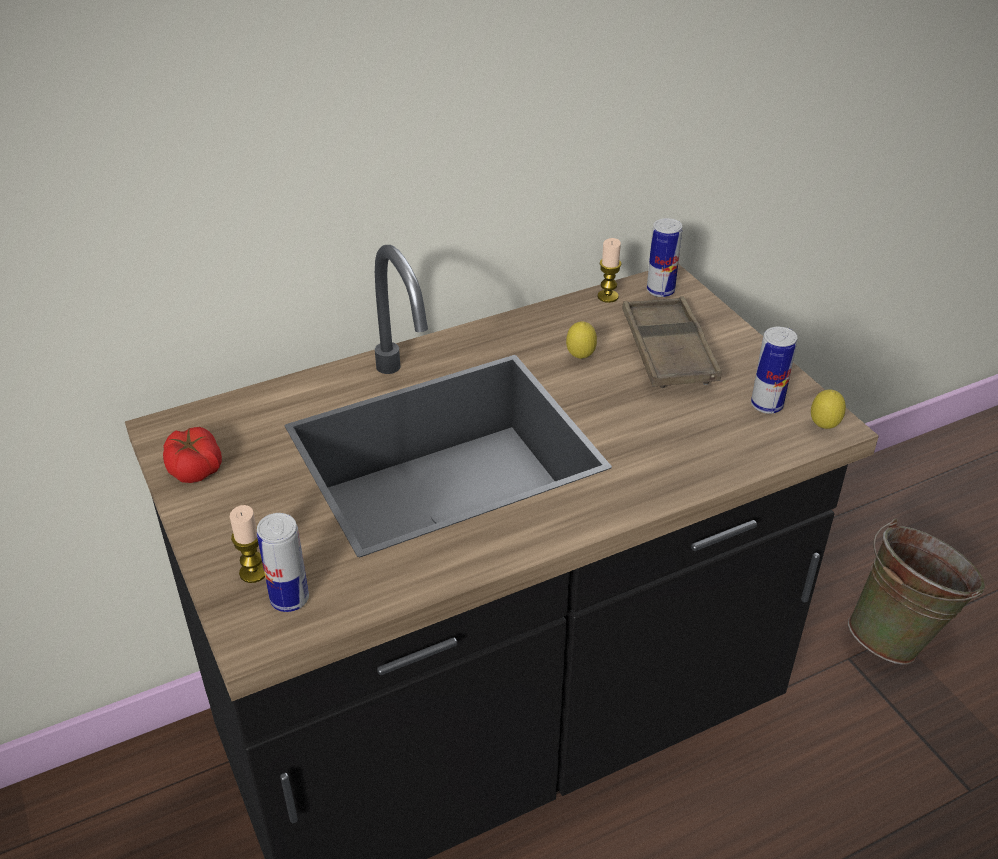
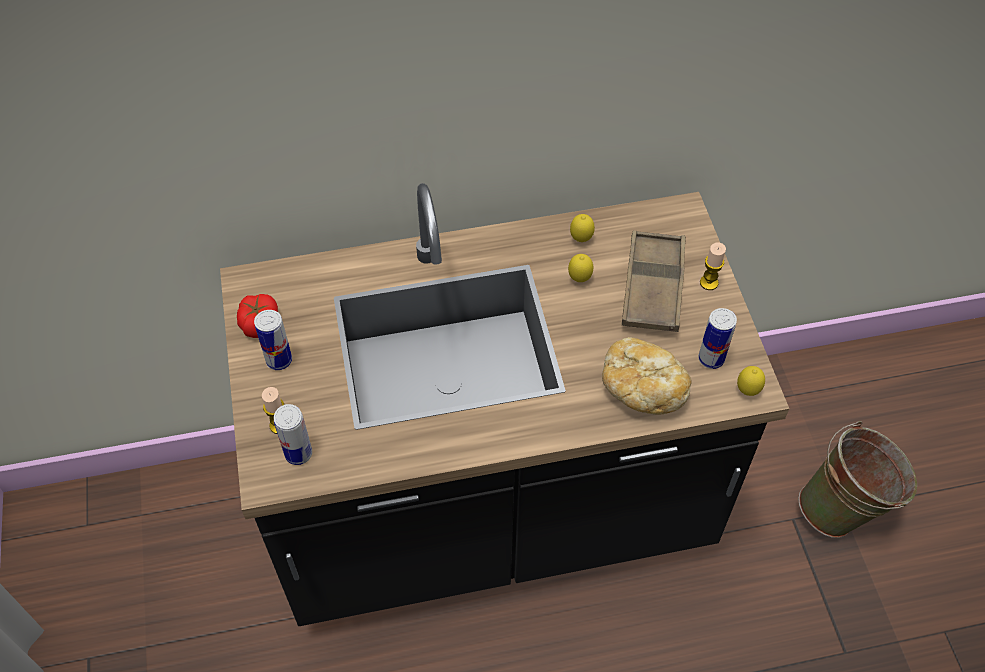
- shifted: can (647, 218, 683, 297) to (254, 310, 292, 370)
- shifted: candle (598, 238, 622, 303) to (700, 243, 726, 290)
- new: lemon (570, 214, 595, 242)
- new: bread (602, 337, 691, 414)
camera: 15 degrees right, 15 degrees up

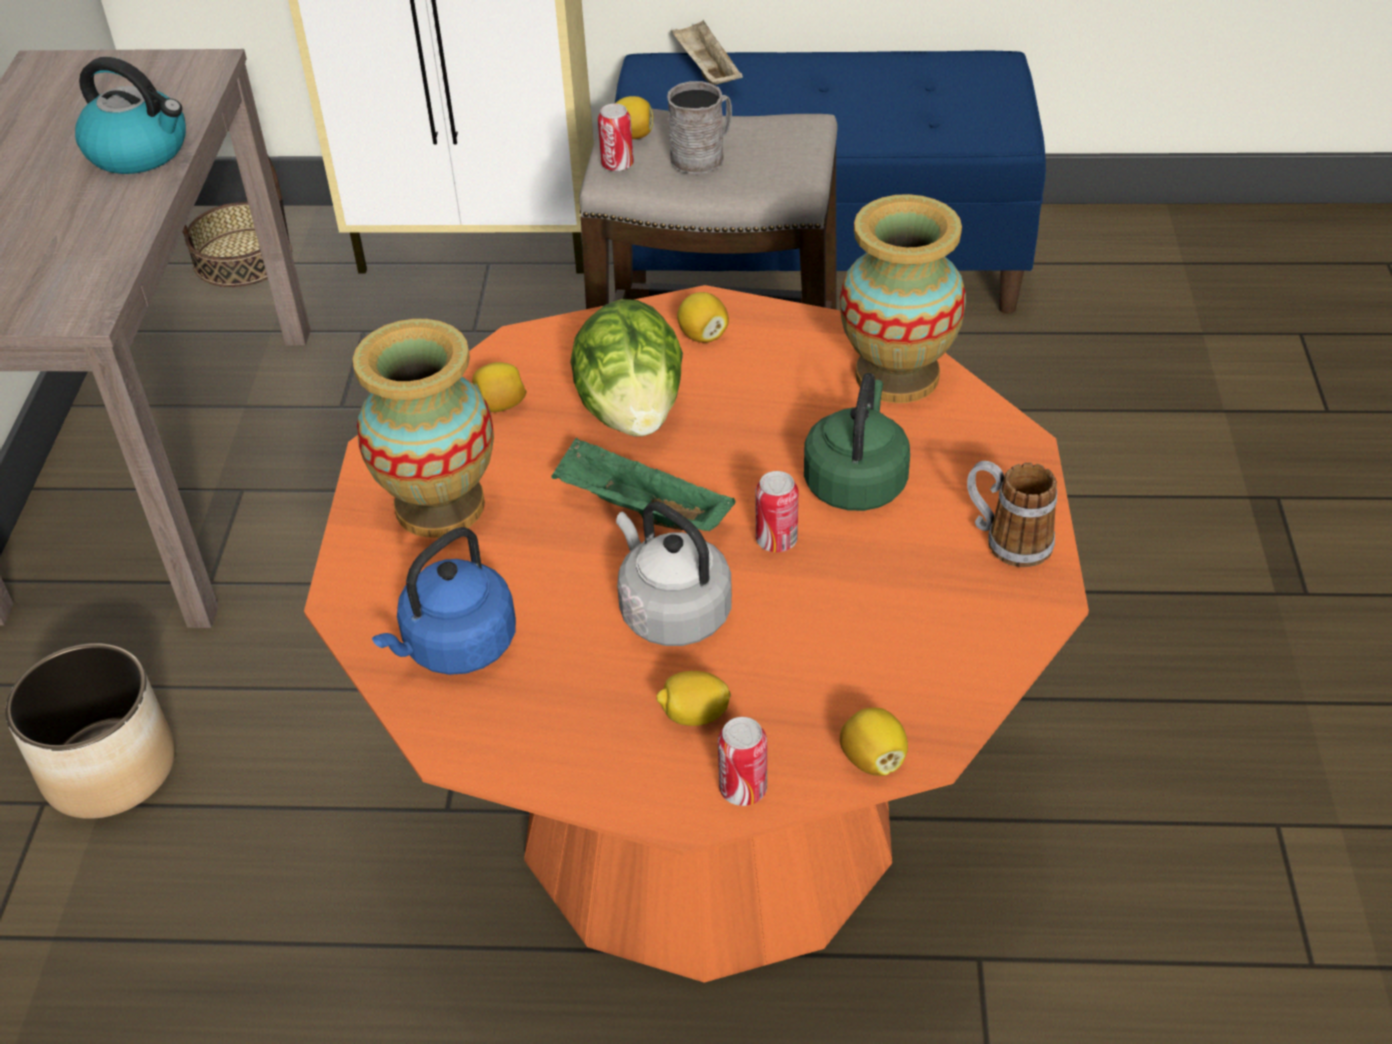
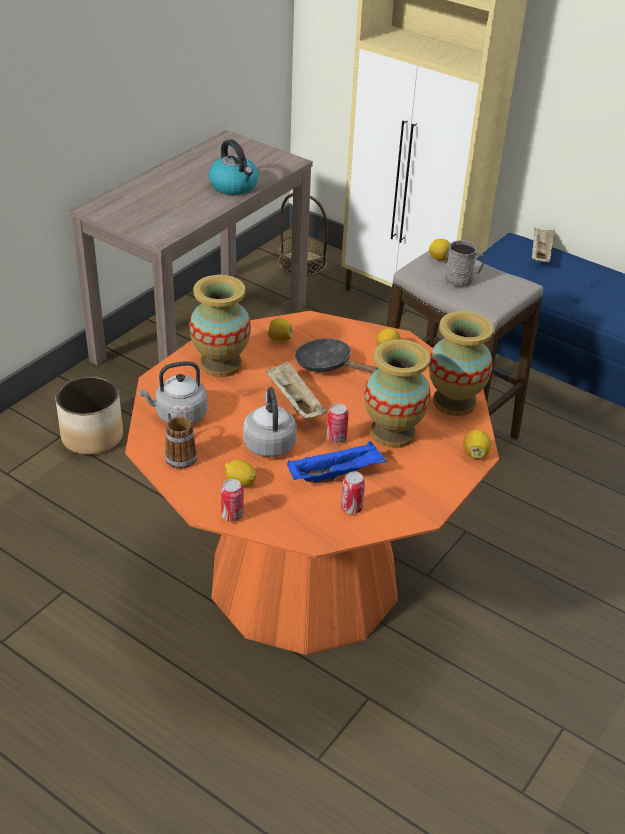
- shifted: can (598, 104, 634, 172) to (341, 471, 365, 514)
- swapped: lettuce (570, 299, 683, 436) to black_frying_pan (295, 339, 379, 373)
- swapped: green_kettle (804, 373, 910, 511) to vase (364, 339, 431, 448)
- repainted: green_tray (552, 437, 736, 531) to beige_tray (265, 361, 327, 418)
- shifted: mug (967, 461, 1057, 567) to (165, 409, 197, 469)
- repainted: blue_kettle (372, 527, 516, 675) to grey_kettle (139, 361, 208, 424)
- shifted: lemon (840, 708, 908, 776) to (463, 430, 491, 459)
- new: blue_tray (287, 441, 387, 483)
camera: 30 degrees right, 5 degrees down

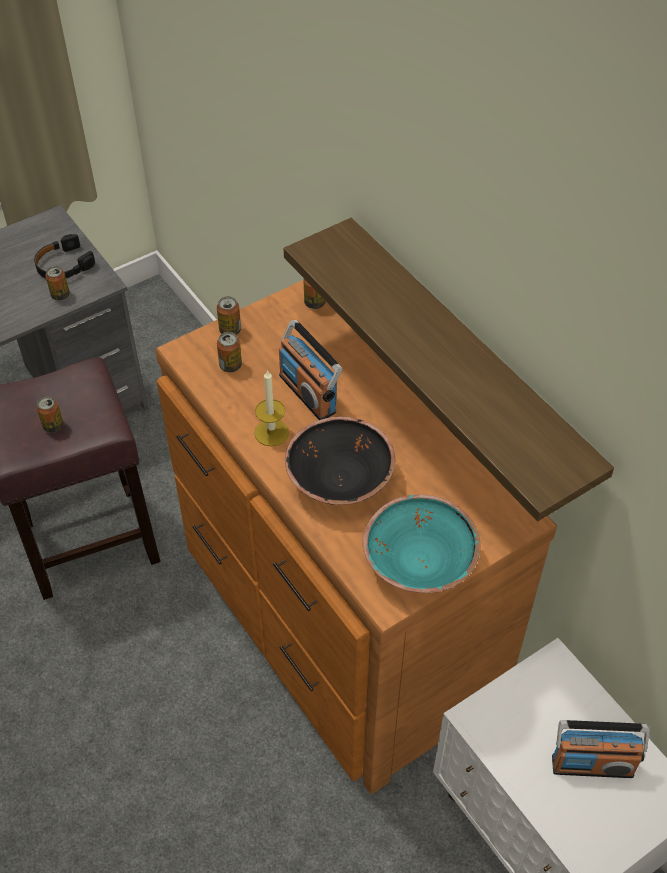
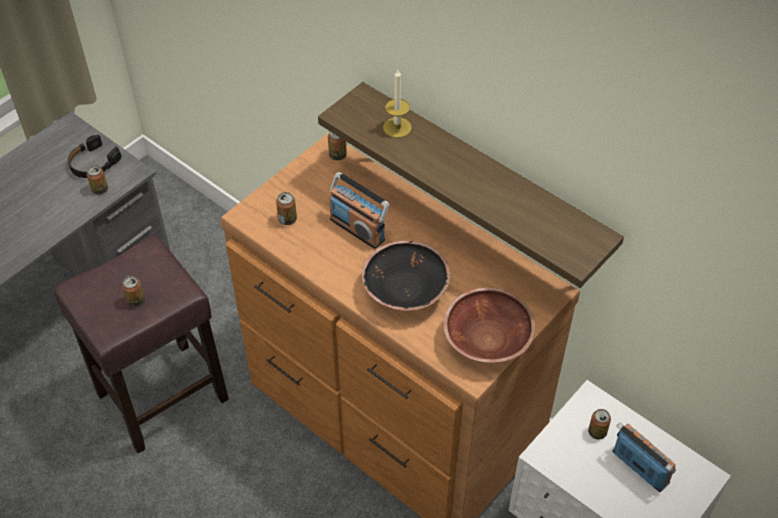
- shifted: can (217, 296, 241, 335) to (588, 409, 611, 440)
- shifted: candle (254, 369, 289, 446) to (383, 70, 412, 138)
- repainted: turquoise_bowl (363, 495, 481, 593) to brown_bowl (443, 288, 535, 363)
- rotated: radio (552, 720, 650, 778) = (612, 422, 676, 492) 120 degrees counterclockwise
camera: 15 degrees left, 0 degrees up

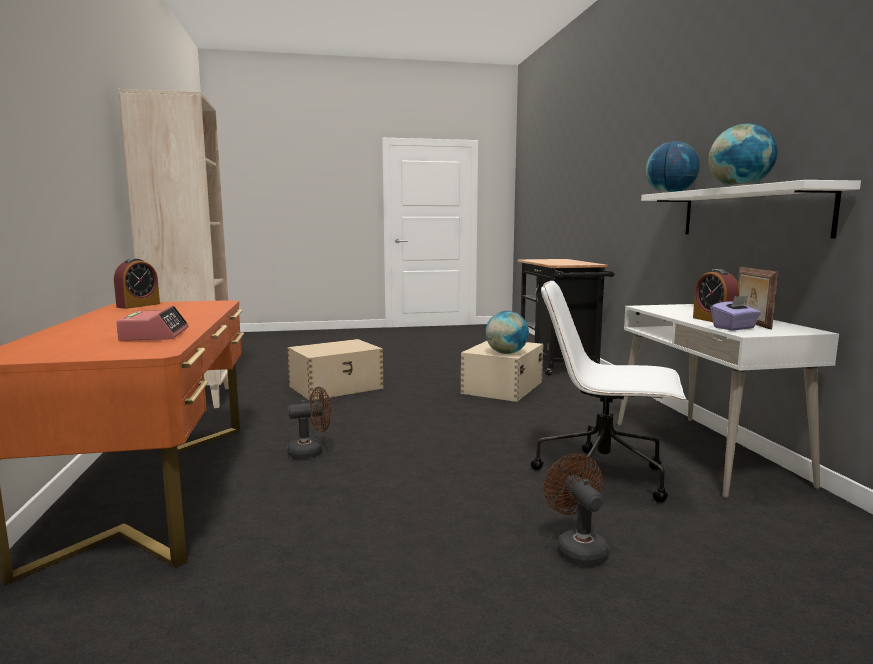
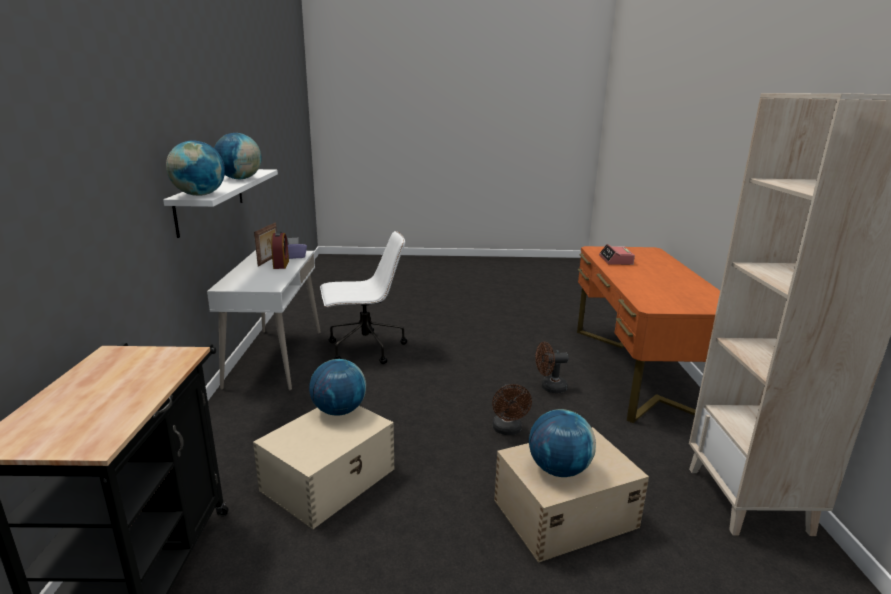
- gone: alarm_clock (114, 258, 160, 309)
- rotated: white_office_chair (531, 281, 686, 502) = (320, 231, 407, 364) 45 degrees counterclockwise
- shifted: brown_fan (544, 454, 609, 566) to (492, 384, 532, 435)
- new: globe (529, 409, 596, 477)
camera: 170 degrees left, 10 degrees up

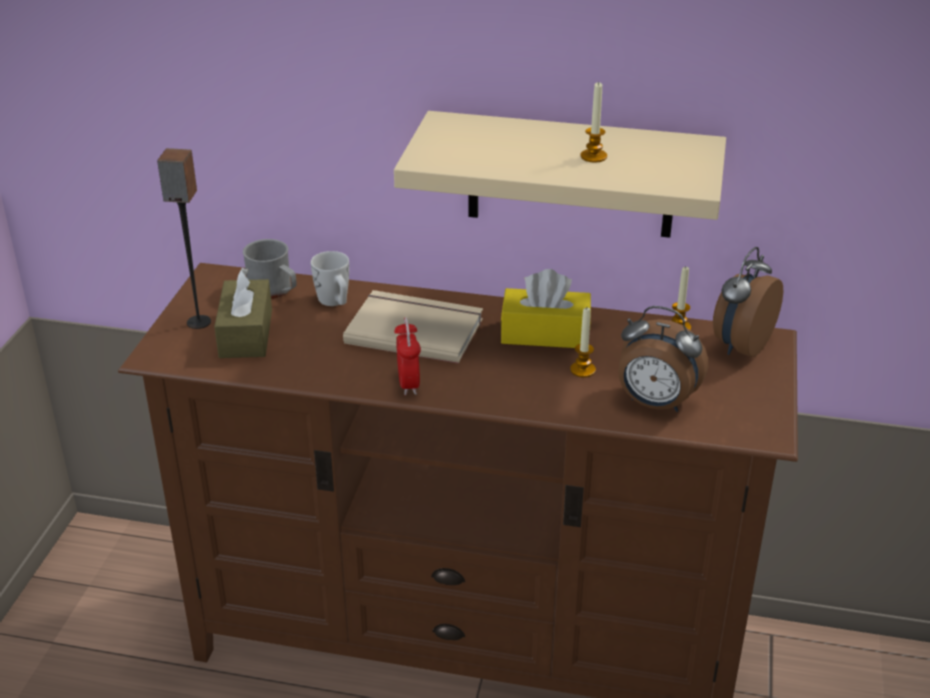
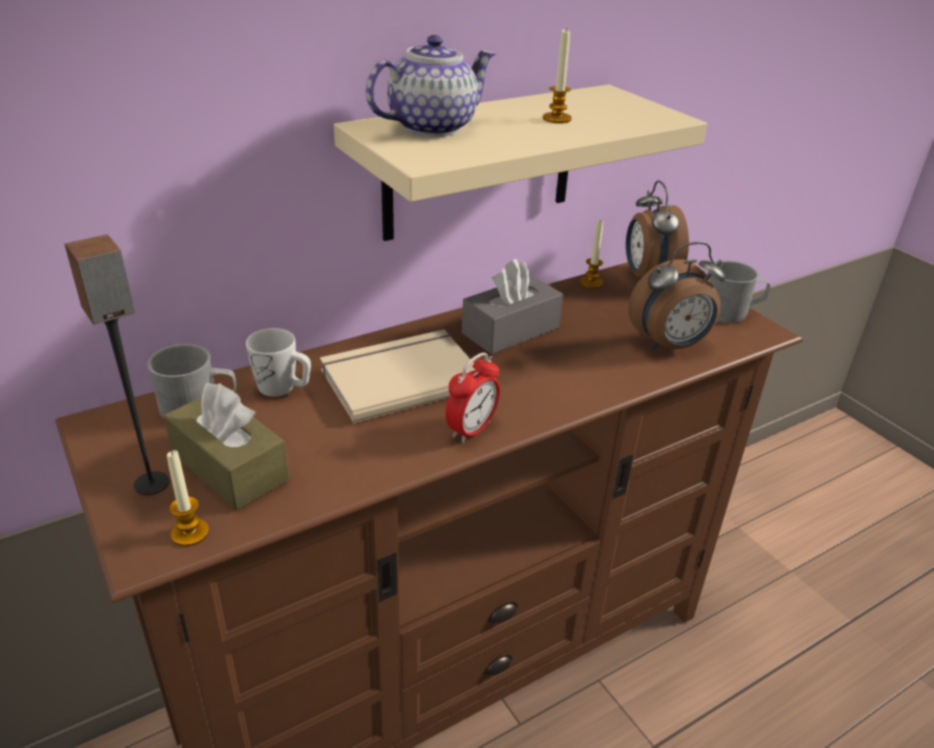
- repainted: yellow_tissue_box (501, 269, 591, 348) to grey_tissue_box (462, 259, 563, 354)
- shifted: candle (570, 308, 596, 378) to (167, 450, 209, 546)
- rotated: alarm_clock (394, 317, 421, 396) = (445, 352, 500, 443) 90 degrees clockwise
- new: teapot (366, 35, 495, 136)
- new: grey_mug (709, 260, 770, 323)
camera: 45 degrees left, 0 degrees up

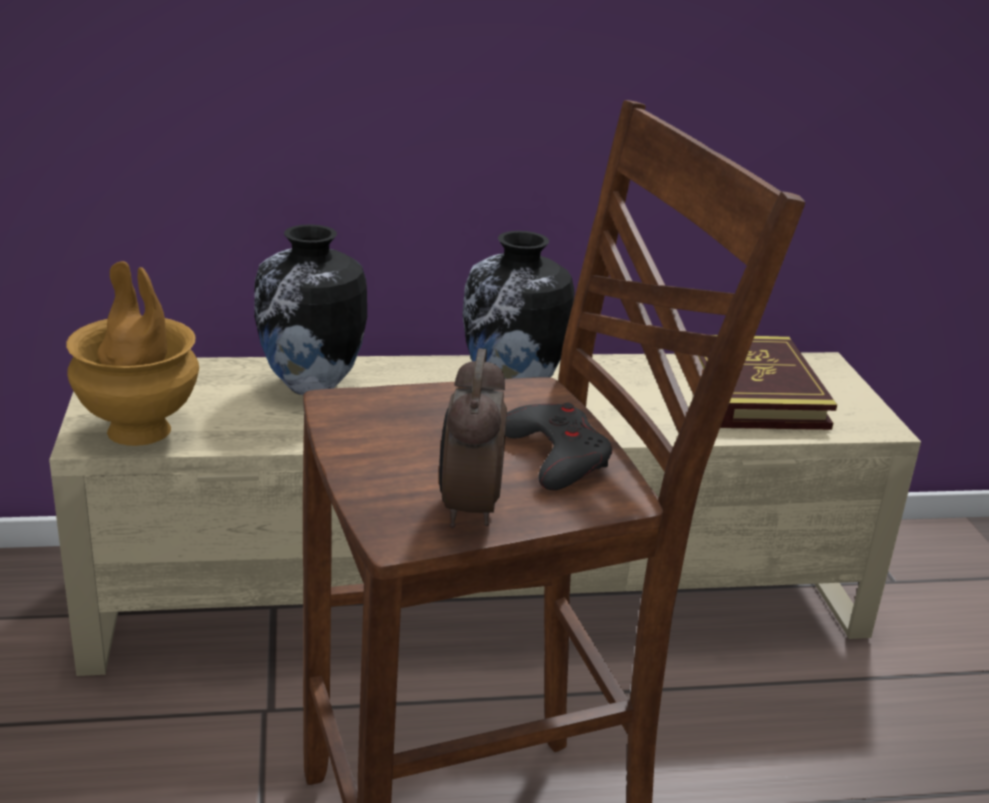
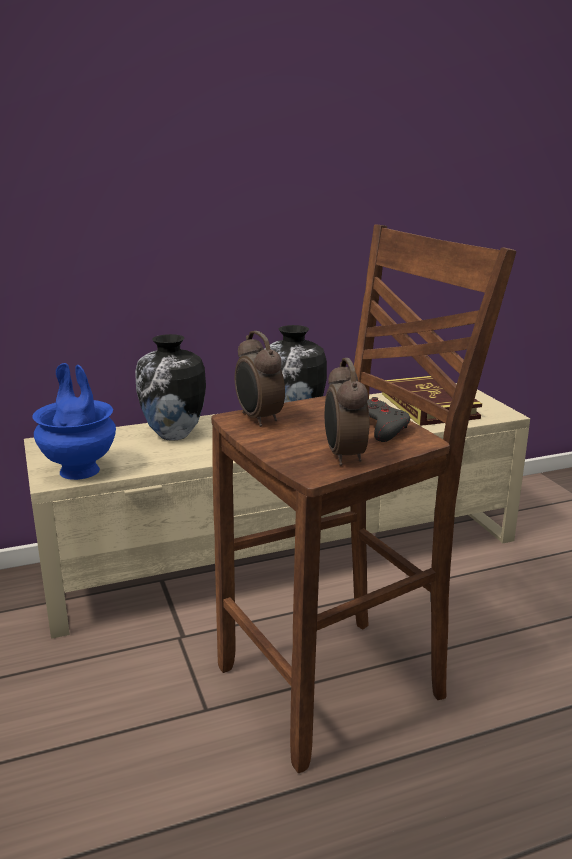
- repainted: brown_vase (66, 261, 199, 446) to blue_vase (33, 363, 116, 480)
- new: alarm_clock (235, 331, 285, 427)
camera: 10 degrees left, 5 degrees down

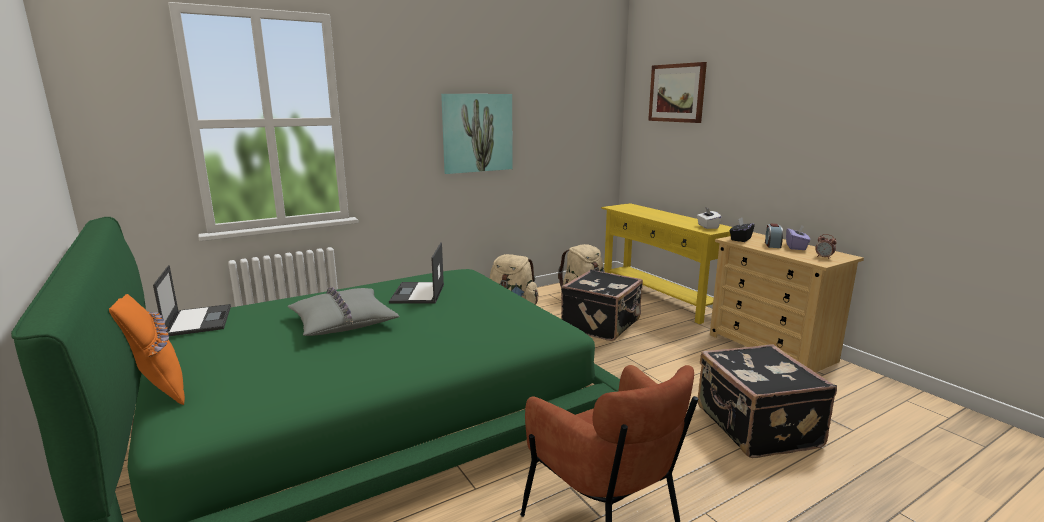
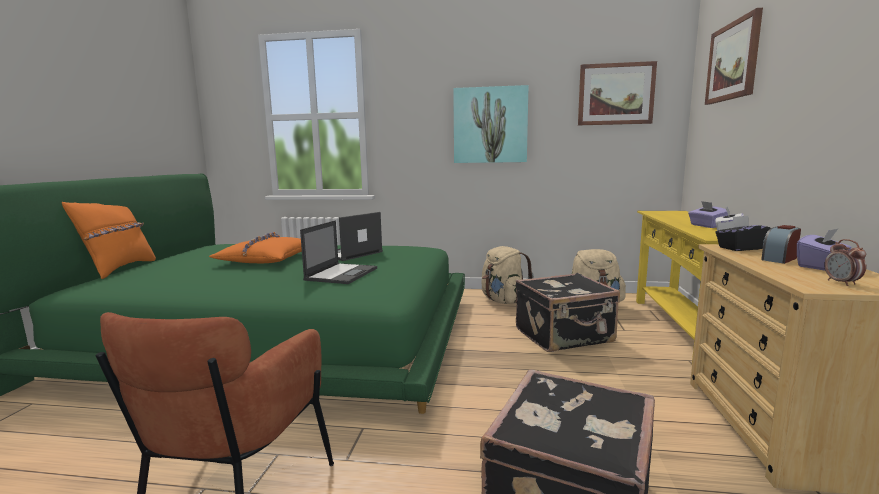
- shifted: laptop (153, 265, 231, 336) to (300, 220, 377, 284)
- repainted: grey_pillow (287, 287, 400, 336) to orange_pillow (209, 232, 302, 263)
- new: picture (578, 61, 657, 125)
- new: purple_tissue_box (688, 201, 730, 228)
camera: 40 degrees right, 5 degrees down

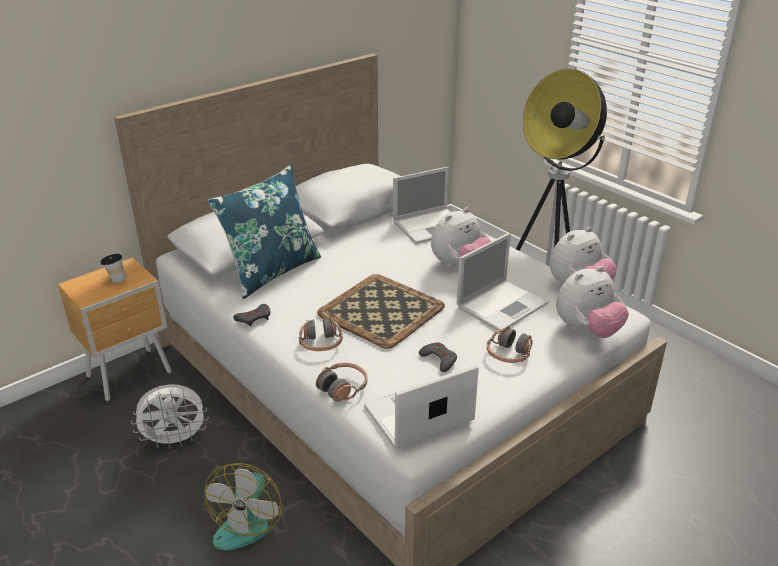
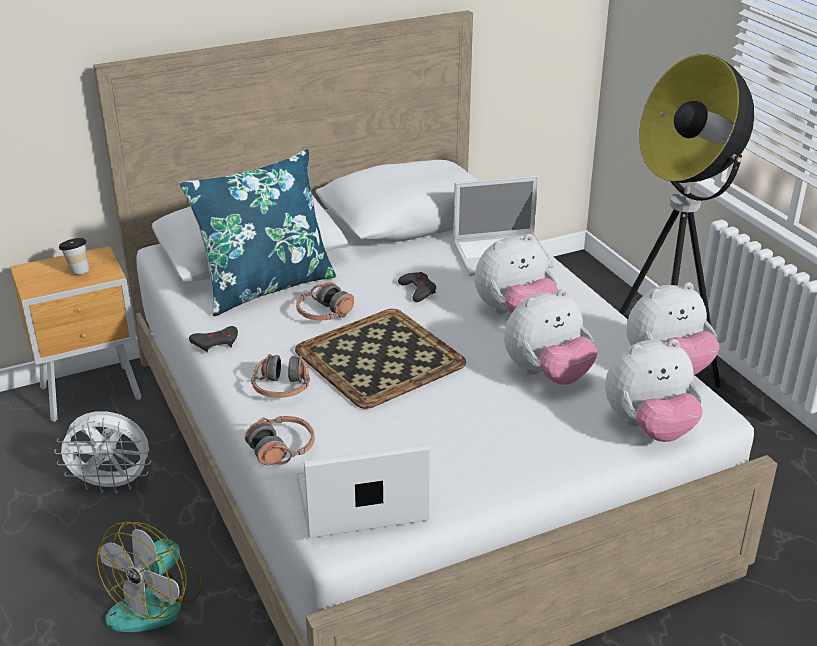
- swapped: laptop (457, 233, 548, 331) to plush_toy (504, 289, 597, 385)
- shifted: headphones (487, 327, 533, 363) to (296, 282, 354, 320)
- shifted: grey_game_controller (419, 342, 457, 372) to (398, 272, 436, 302)
camera: 15 degrees right, 0 degrees up

